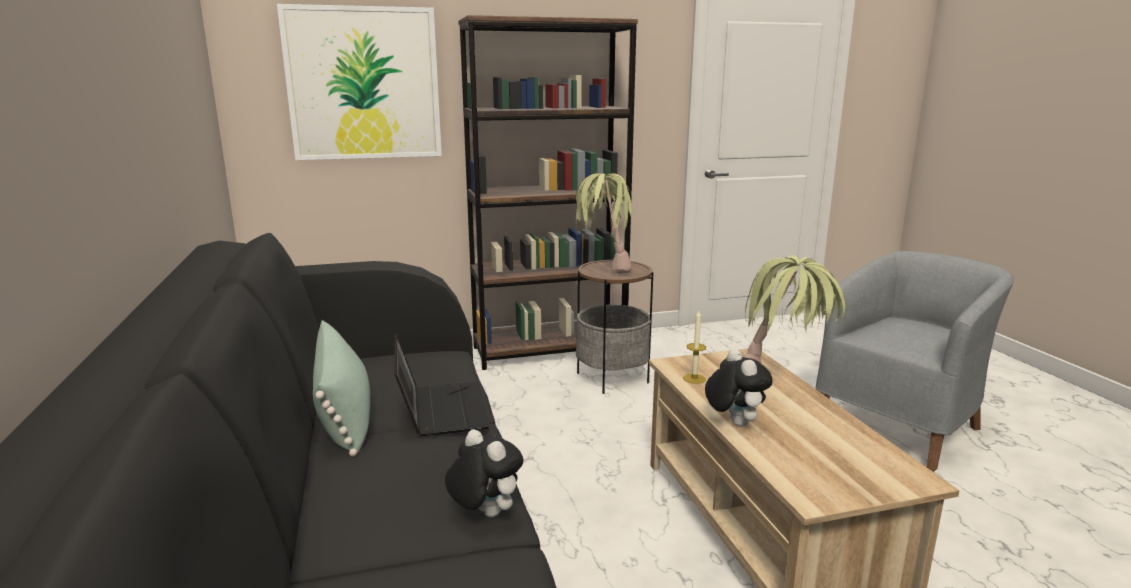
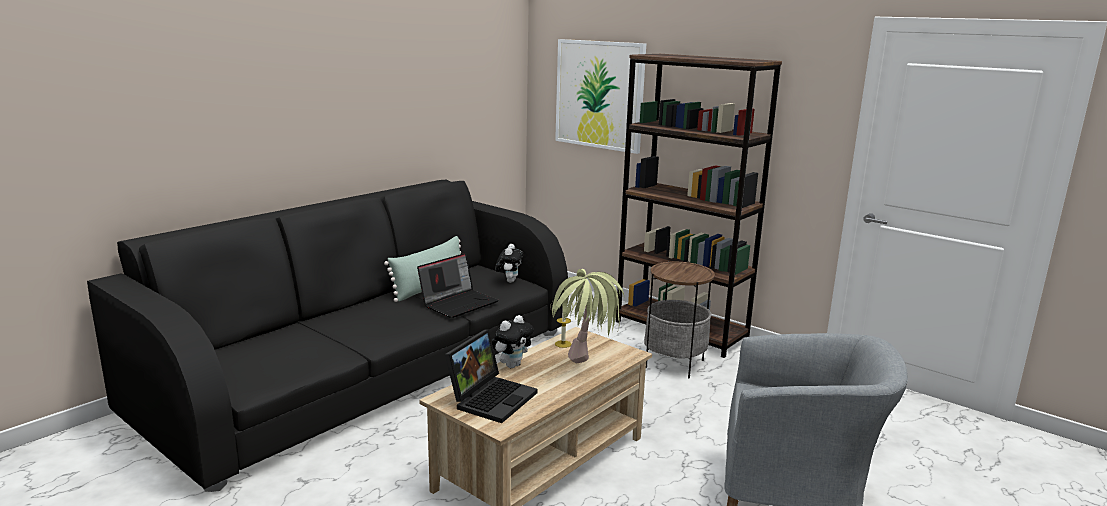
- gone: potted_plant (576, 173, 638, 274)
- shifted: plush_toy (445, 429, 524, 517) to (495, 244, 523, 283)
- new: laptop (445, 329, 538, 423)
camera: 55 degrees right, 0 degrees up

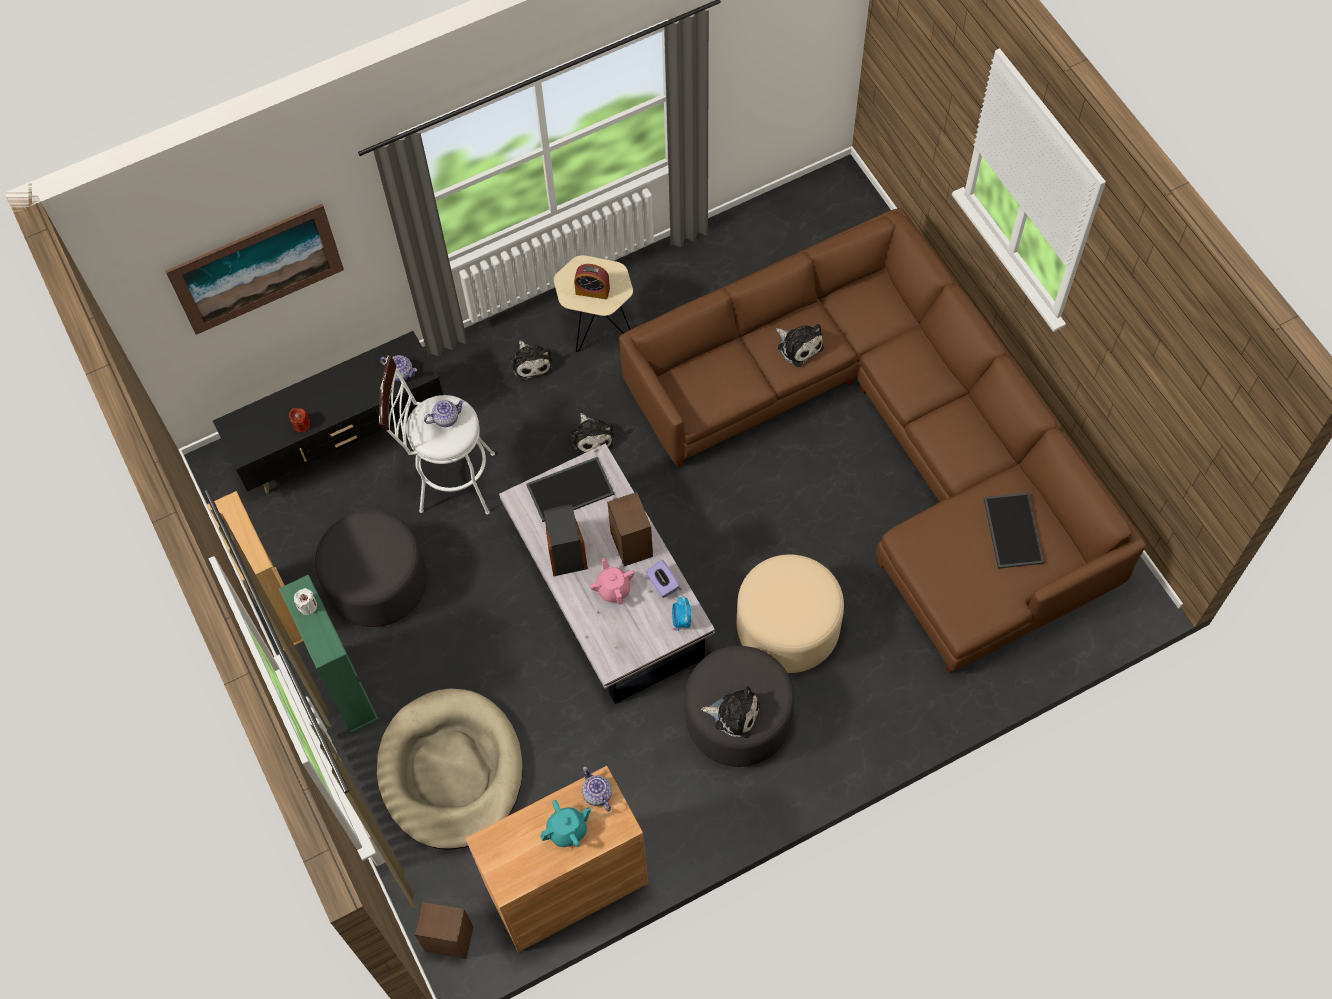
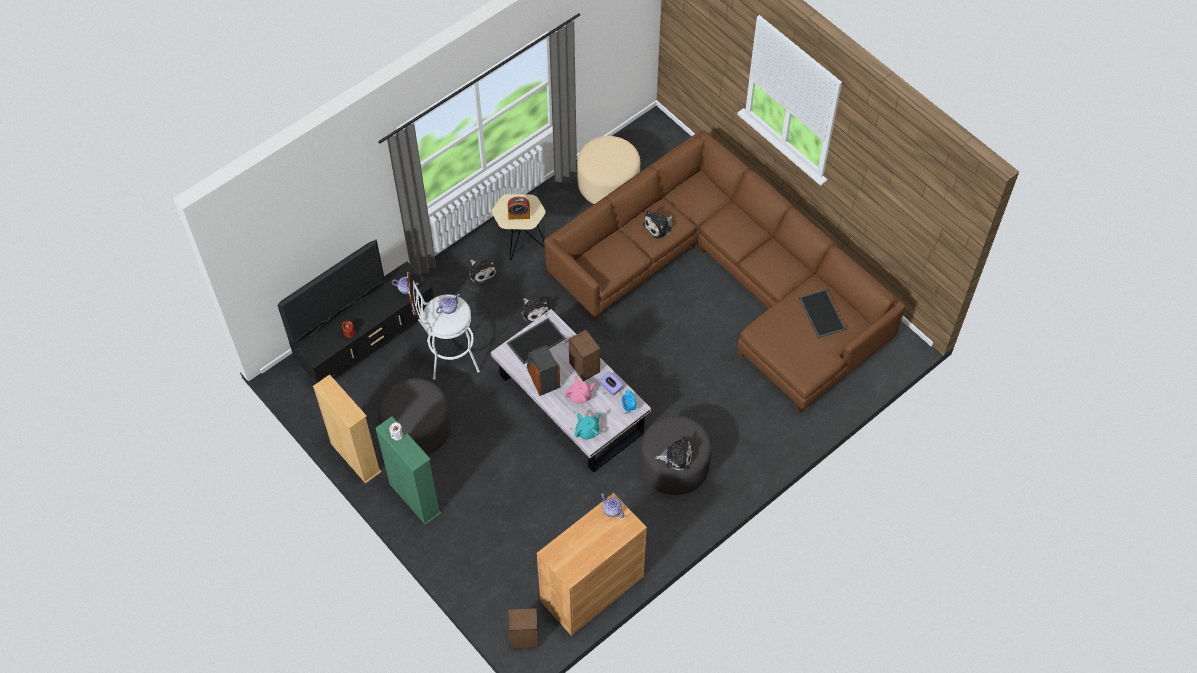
- gone: picture (165, 204, 344, 335)
- rotated: plush_toy (776, 324, 824, 367) = (643, 210, 673, 239) 105 degrees clockwise
- shifted: beige_ottoman (737, 554, 844, 673) to (577, 136, 640, 204)
- rotated: pink_teapot (590, 558, 635, 605) = (564, 376, 596, 404) 105 degrees clockwise
- gone: beige_dog_bed (377, 688, 523, 849)
- shifted: turquoise_teapot (540, 800, 591, 847) to (574, 413, 600, 440)
- new: television (277, 239, 385, 343)
camera: 15 degrees left, 5 degrees down

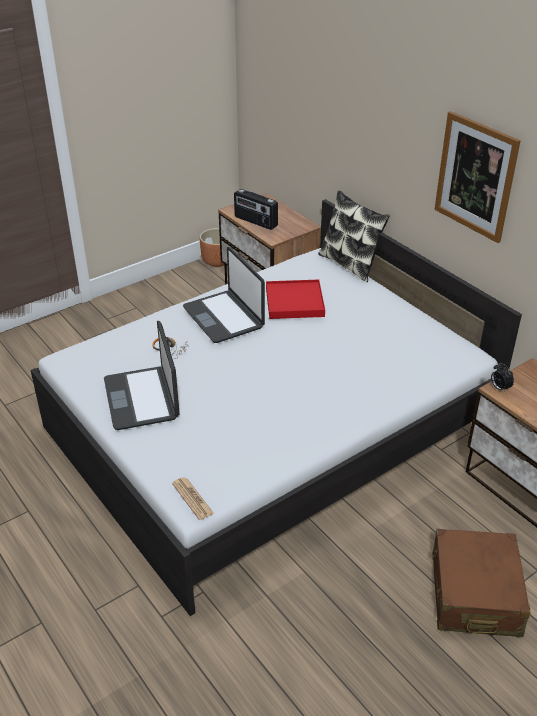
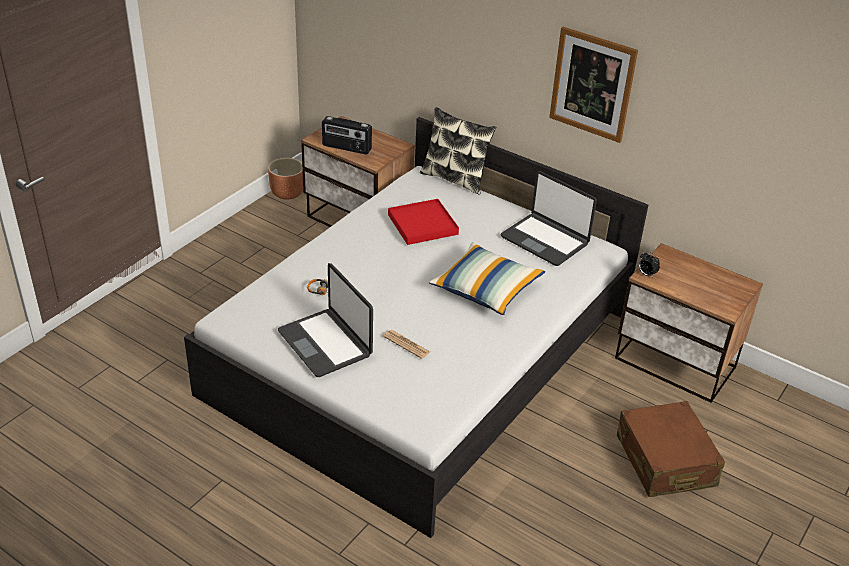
- shifted: laptop (183, 247, 265, 343) to (501, 171, 597, 266)
- shifted: newspaper (172, 477, 214, 520) to (383, 330, 430, 359)
- new: pillow (429, 242, 545, 315)
camera: 20 degrees left, 0 degrees up

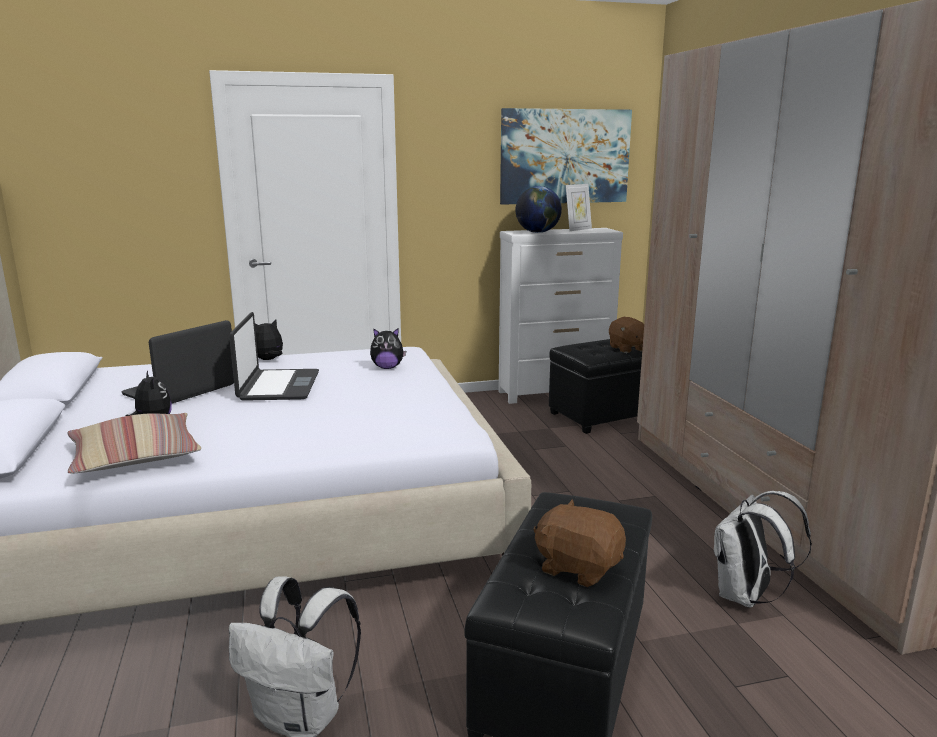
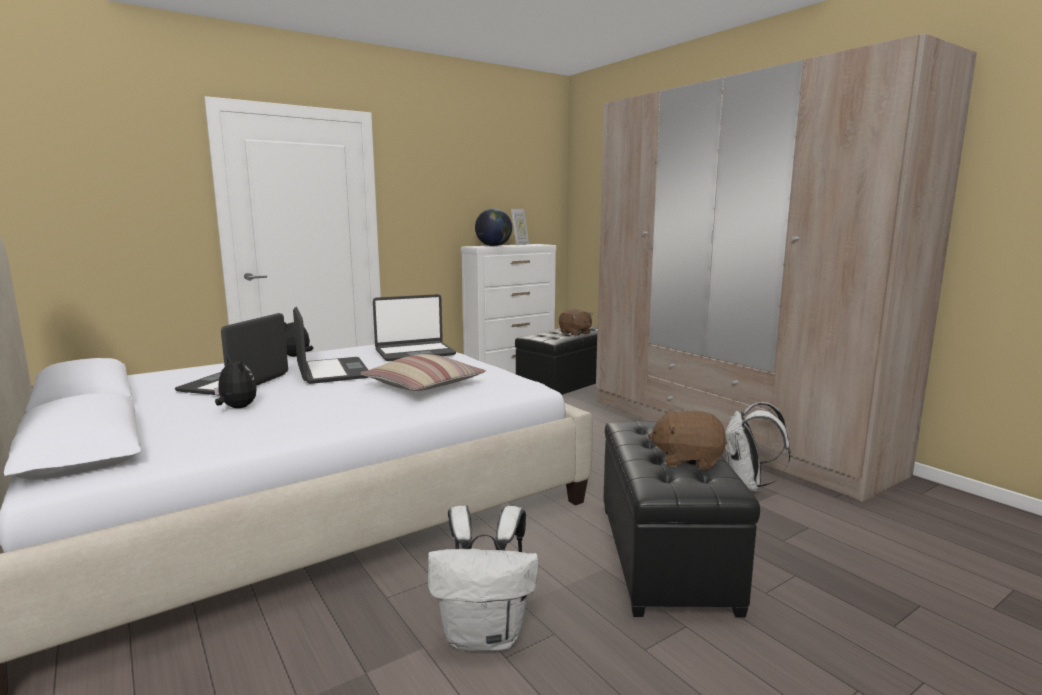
- gone: picture (500, 108, 632, 205)
- swapped: plush_toy (370, 328, 406, 369) to laptop (373, 294, 456, 361)
- shifted: pillow (67, 413, 201, 474) to (360, 354, 486, 391)
camera: 20 degrees left, 5 degrees down

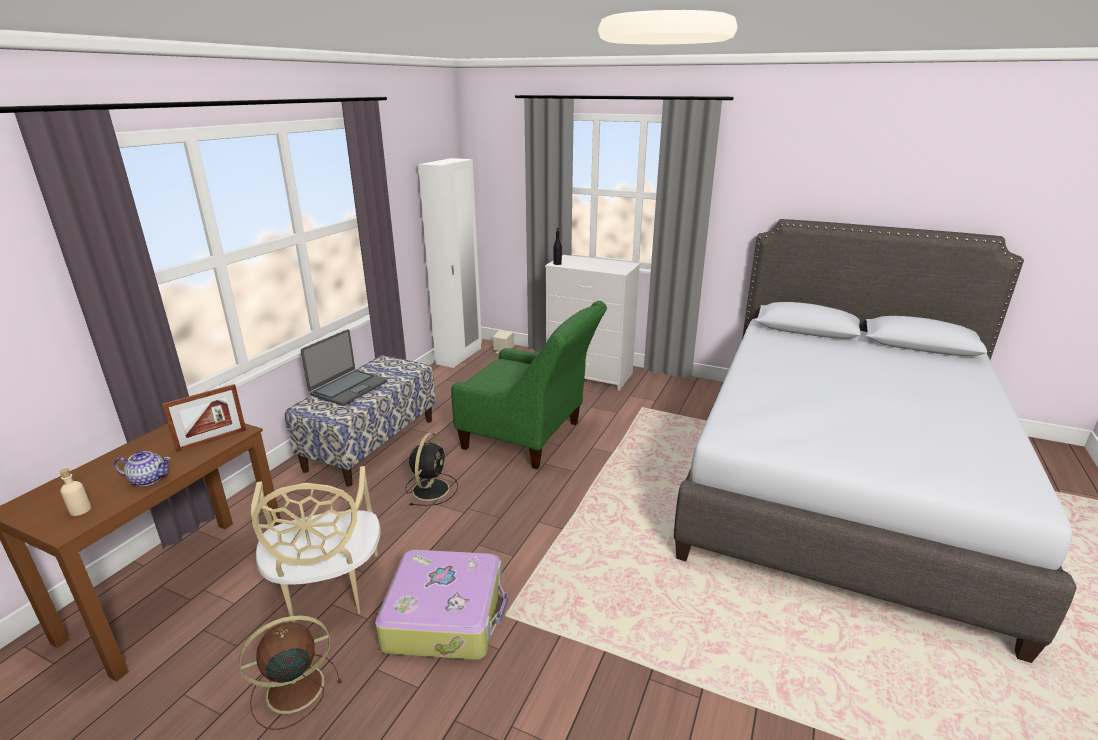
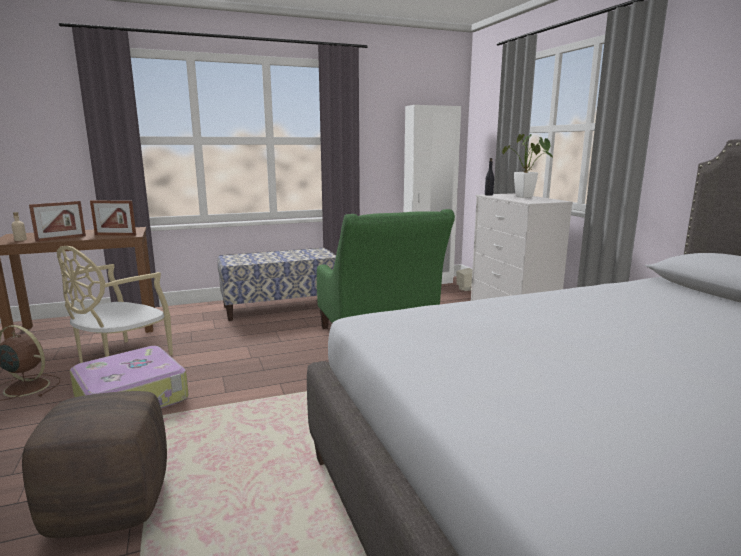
- gone: laptop (301, 329, 387, 406)
- gone: black_fan (405, 433, 458, 506)
- swapped: teapot (114, 451, 171, 486) to picture_frame (29, 201, 86, 242)
- new: potted_plant (502, 134, 553, 198)
- new: brown_ottoman (22, 391, 167, 538)
camera: 45 degrees right, 10 degrees down

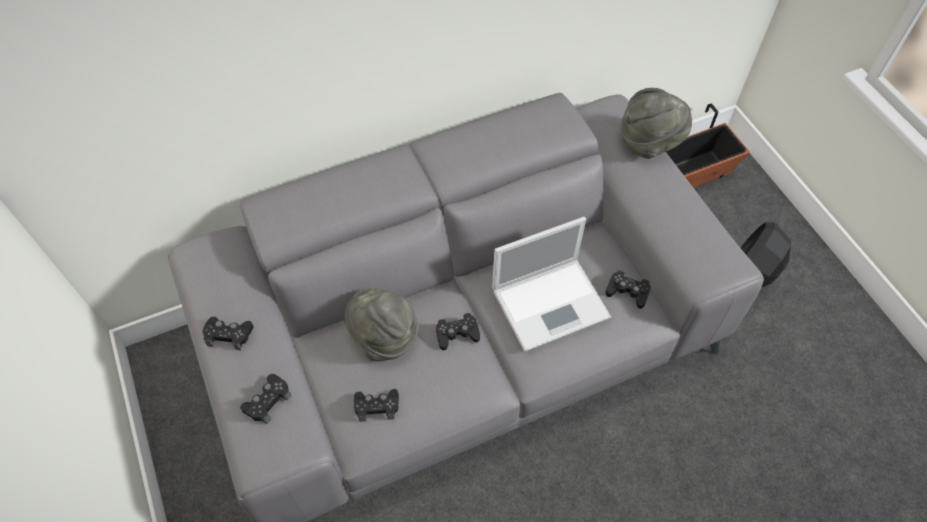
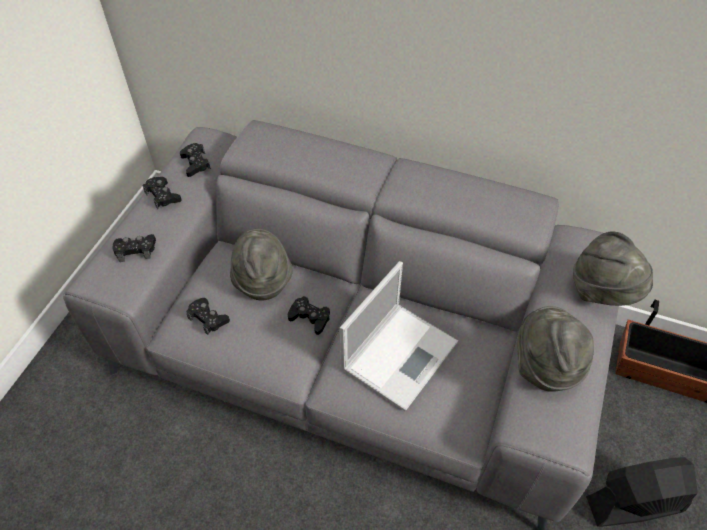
- rotated: laptop (492, 217, 611, 352) = (340, 261, 458, 411) 75 degrees counterclockwise
- shifted: black_game_controller (606, 270, 651, 309) to (180, 143, 211, 177)
- new: grey_hat (517, 306, 594, 392)
camera: 45 degrees right, 5 degrees down

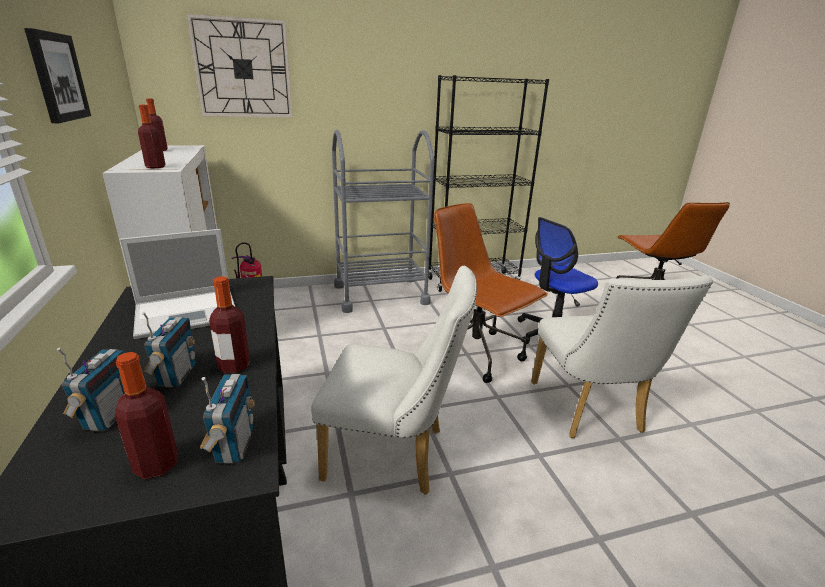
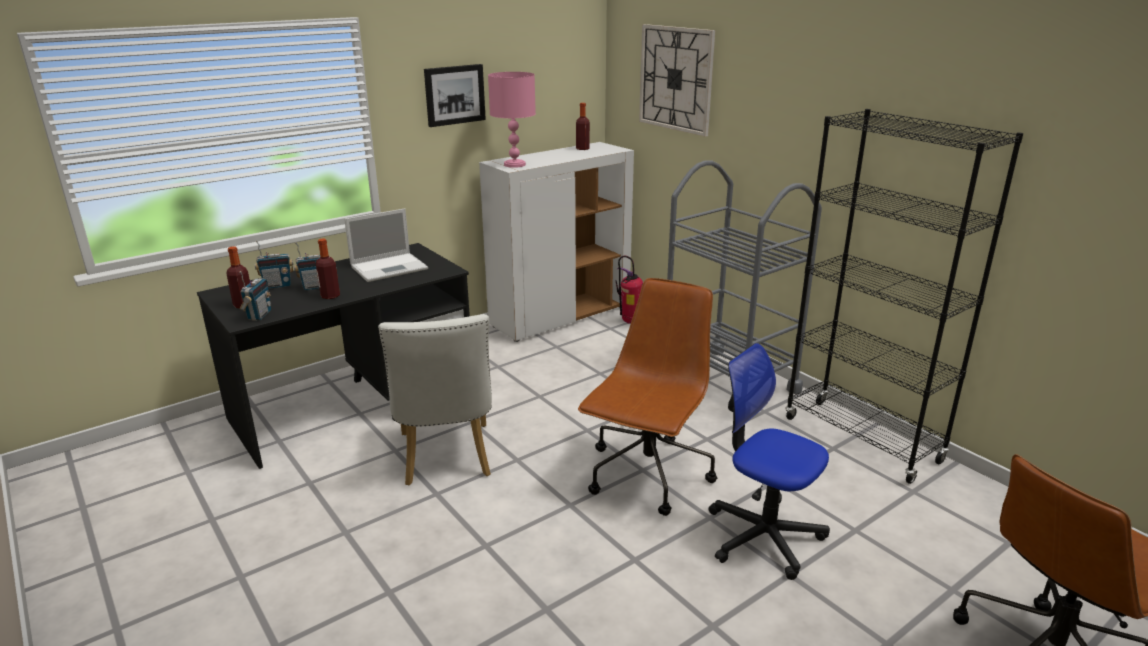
- swapped: bottle (138, 105, 166, 168) to pink_table_lamp (488, 72, 536, 168)
- rotated: laptop (119, 229, 236, 339) = (344, 208, 428, 282) 75 degrees counterclockwise
- gone: white_chair (531, 276, 713, 438)
- rotated: radio (200, 374, 255, 464) = (240, 271, 271, 321) 60 degrees counterclockwise
camera: 70 degrees right, 0 degrees up

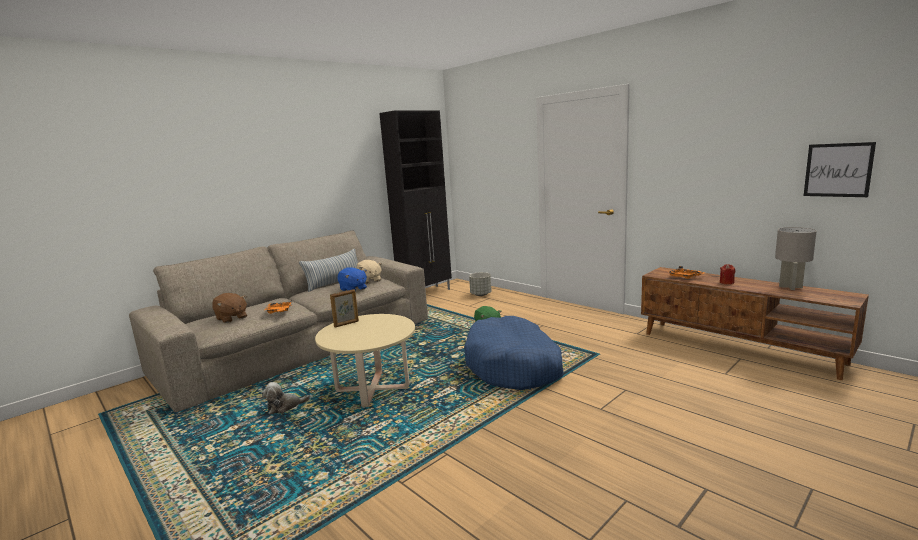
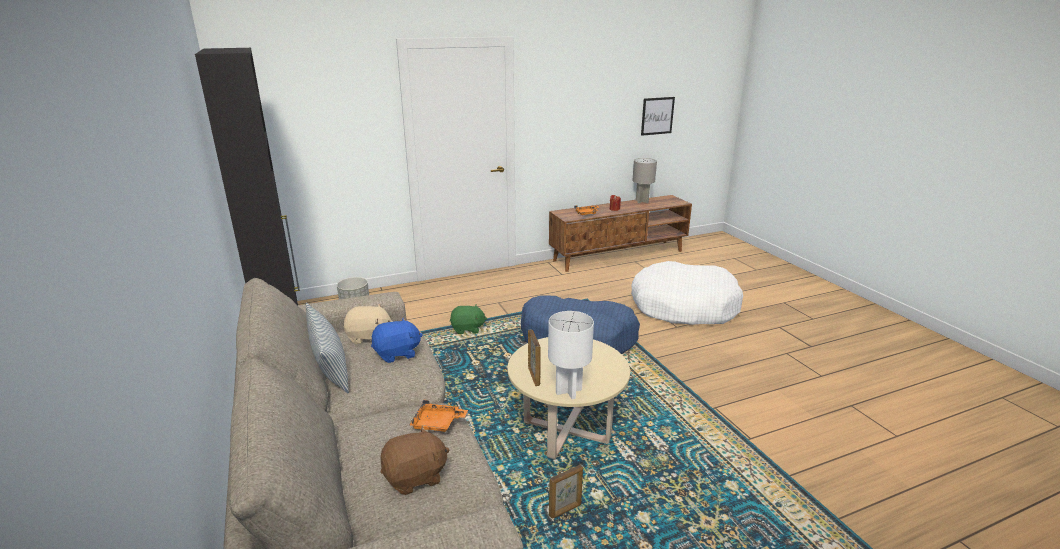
- swapped: plush_toy (262, 382, 310, 414) to picture_frame (549, 465, 583, 518)
- new: white_dog_bed (631, 261, 743, 325)
- new: white_table_lamp (548, 311, 594, 399)
camera: 70 degrees left, 10 degrees up

